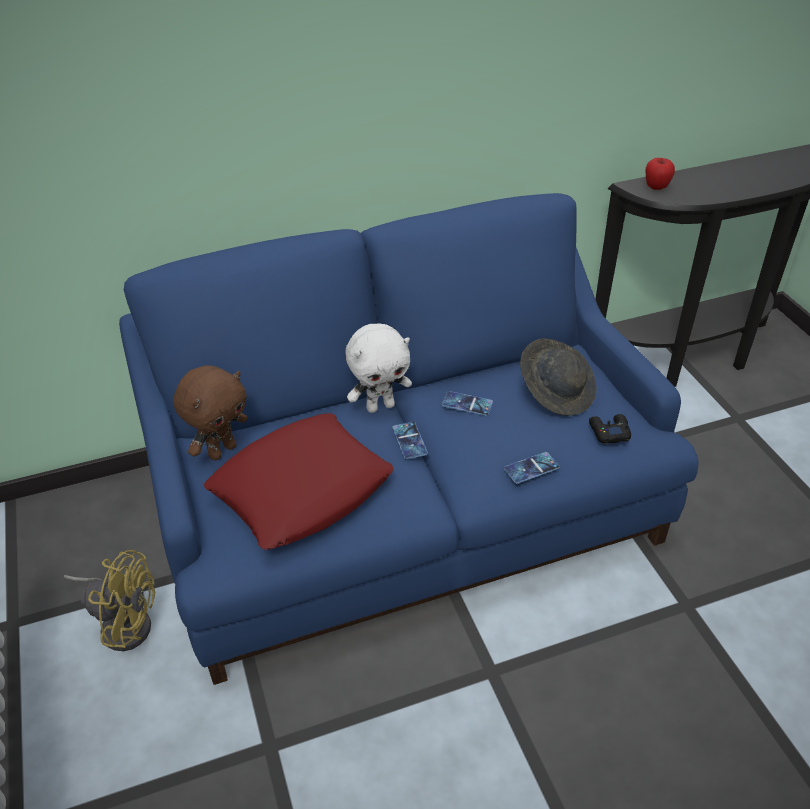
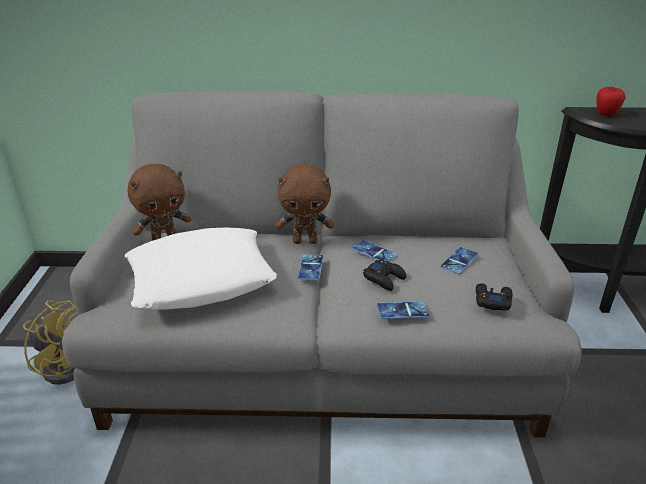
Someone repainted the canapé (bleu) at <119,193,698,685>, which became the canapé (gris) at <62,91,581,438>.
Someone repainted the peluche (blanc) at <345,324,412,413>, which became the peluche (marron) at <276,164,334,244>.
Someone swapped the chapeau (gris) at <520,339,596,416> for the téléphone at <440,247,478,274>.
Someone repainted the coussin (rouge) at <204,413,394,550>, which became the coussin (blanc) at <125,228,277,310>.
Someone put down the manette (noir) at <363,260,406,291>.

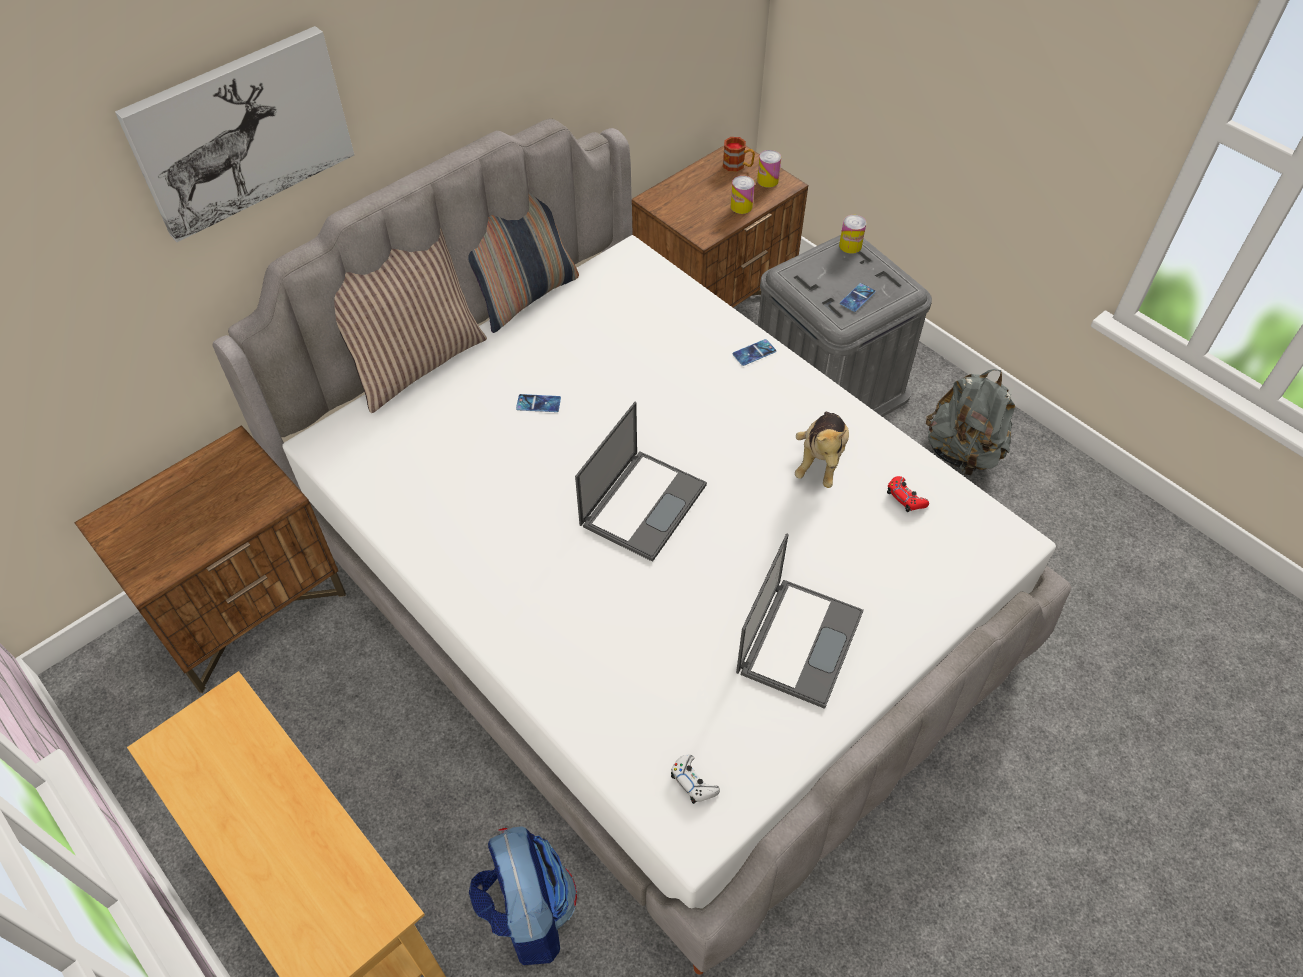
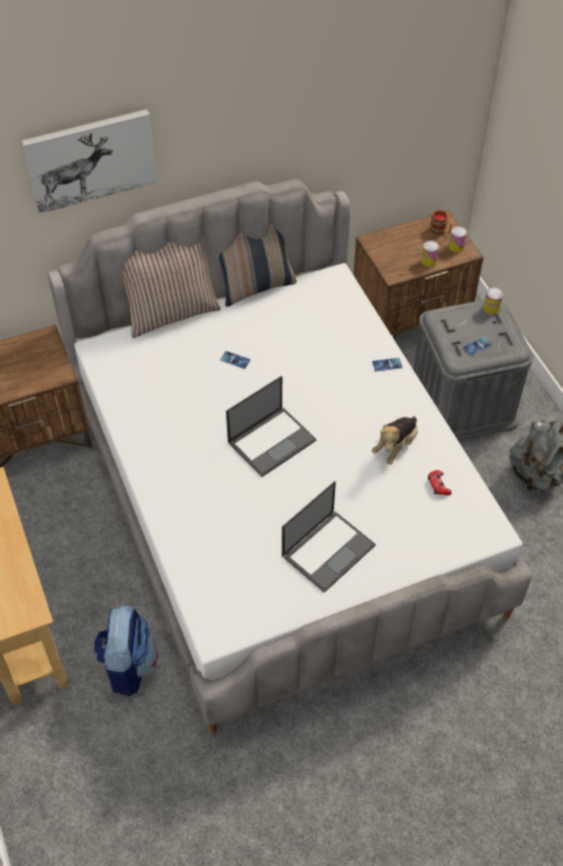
Someone took away the manette (blanc) at <671,755,720,804>.

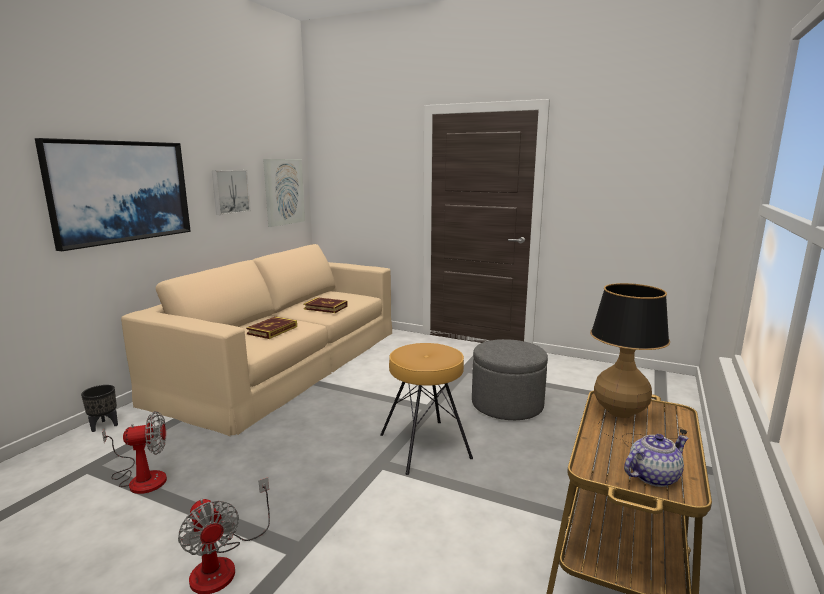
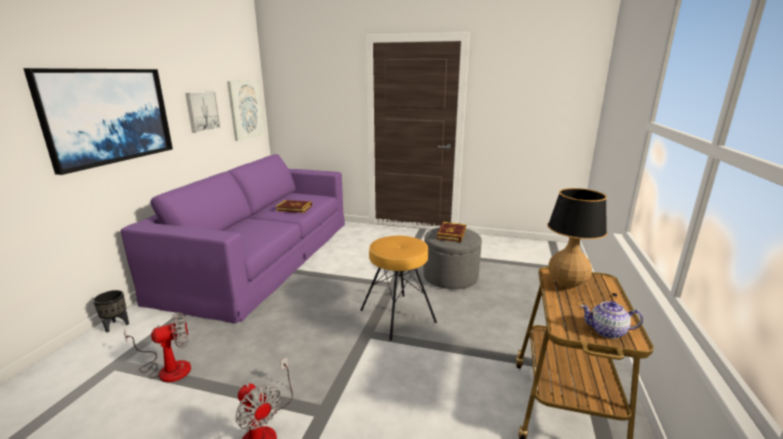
Someone repainted the canapé (beige) at <121,244,392,436>, which became the canapé (violet) at <121,154,345,324>.
Someone carried the livre from <246,316,297,339> to <437,222,466,242>.
Someone rotated the théière at <624,434,688,487> by 135 degrees counterclockwise.

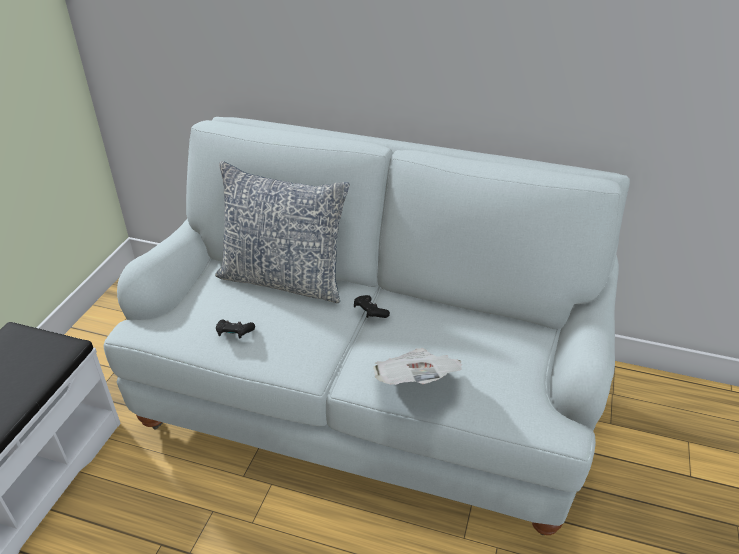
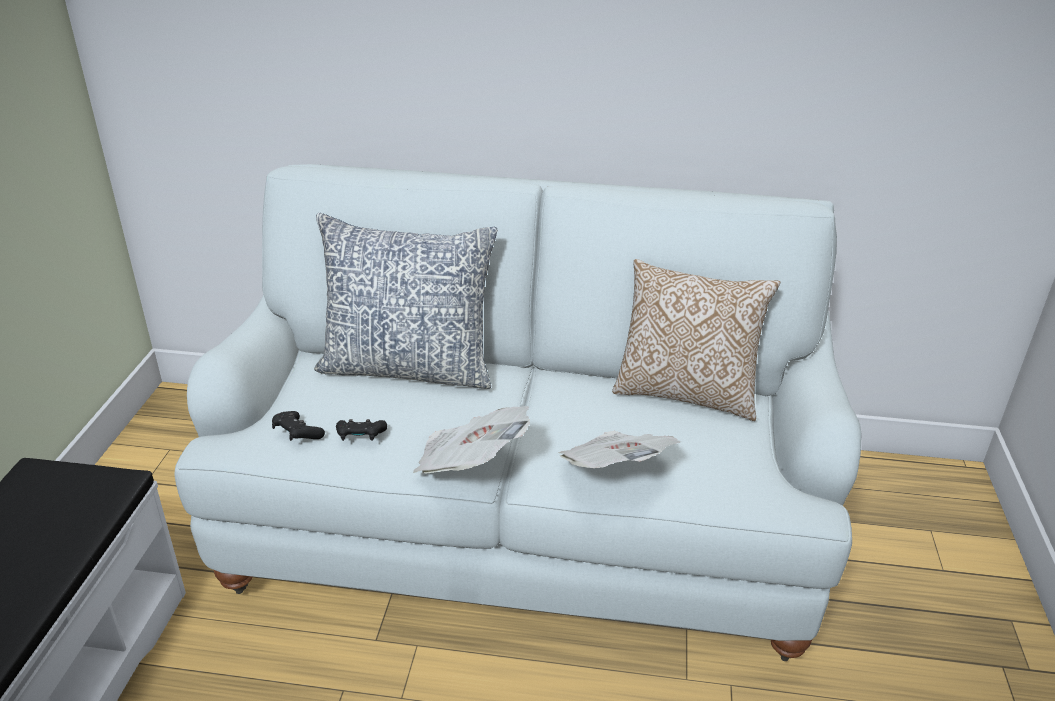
Someone carried the manette (noir) from <354,295,390,318> to <272,411,325,441>.
Someone put down the coussin at <612,259,780,421>.
Someone put down the journal at <413,406,530,473>.

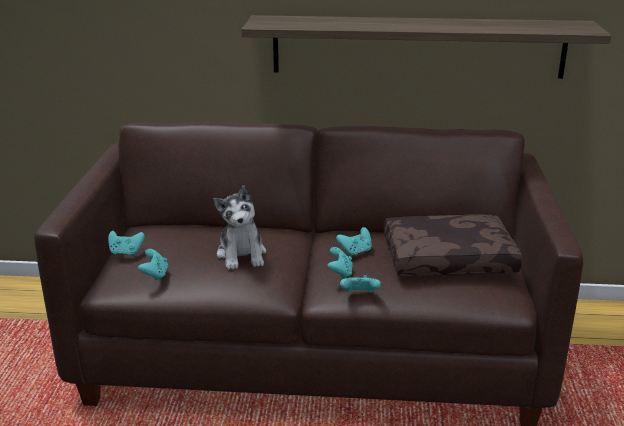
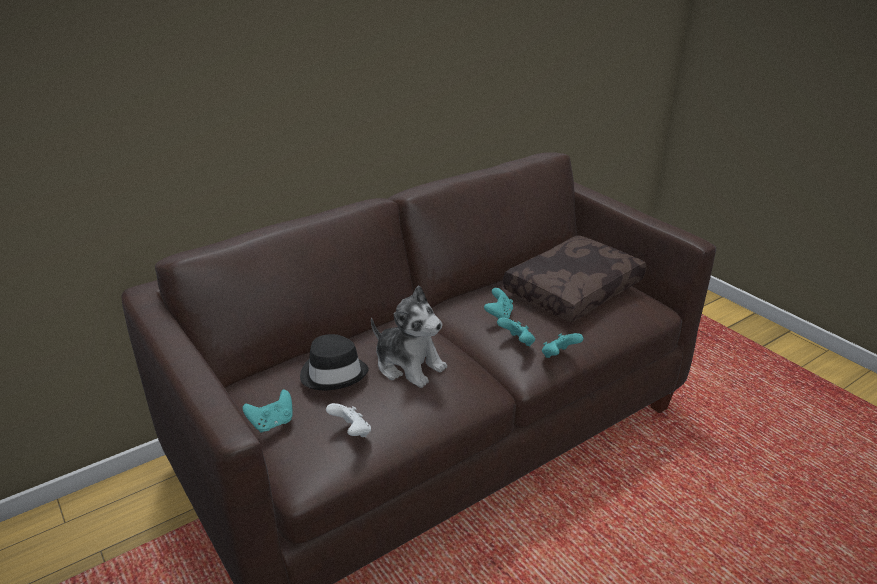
Someone took away the étagère at <242,15,611,79>.
Someone repainted the manette (turquoise) at <138,249,168,281>, which became the manette (blanc) at <326,403,371,437>.
Someone put down the chapeau (noir) at <300,334,368,390>.

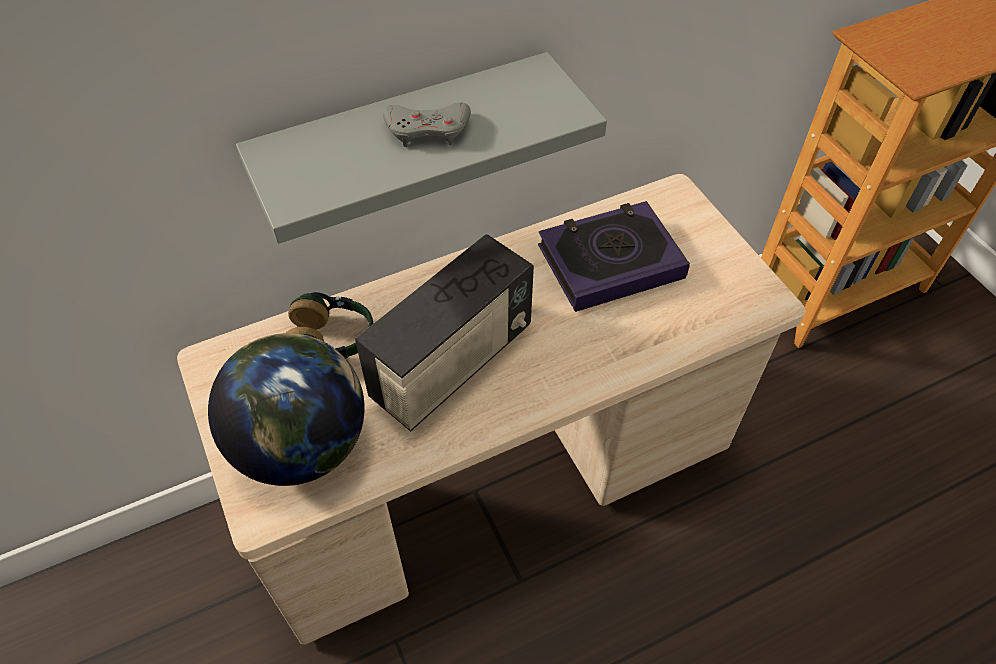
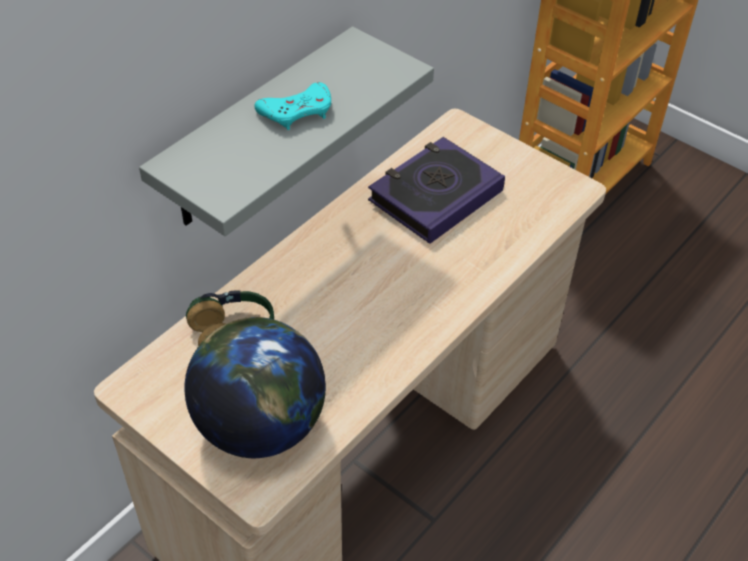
Someone repainted the manette (gris) at <383,103,471,147>, which became the manette (turquoise) at <255,82,331,130>.
Someone took away the radio at <355,234,534,431>.

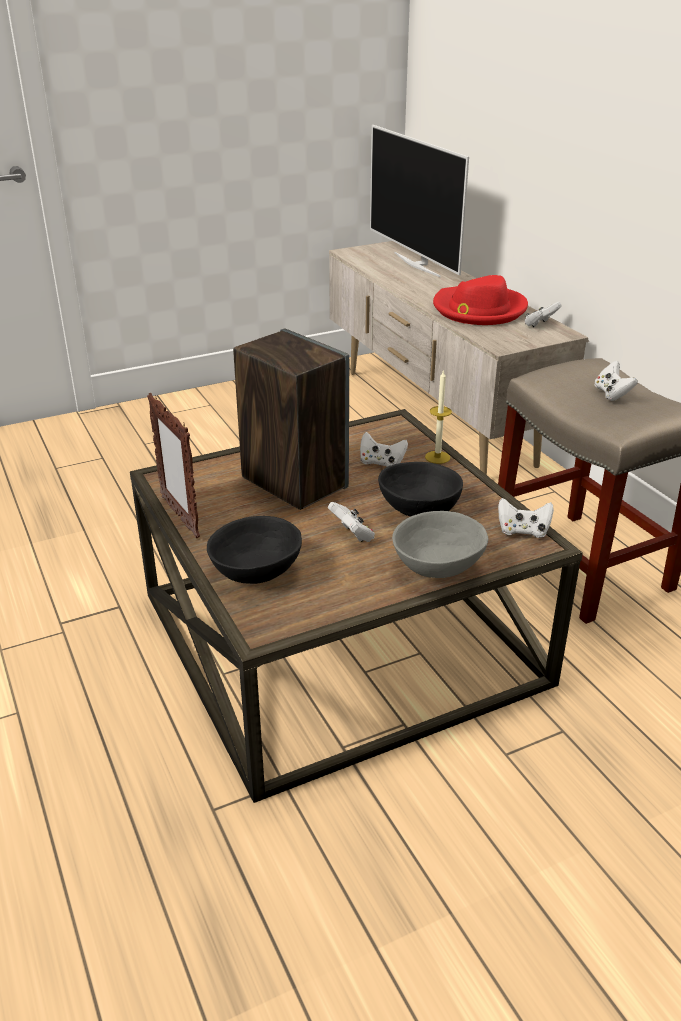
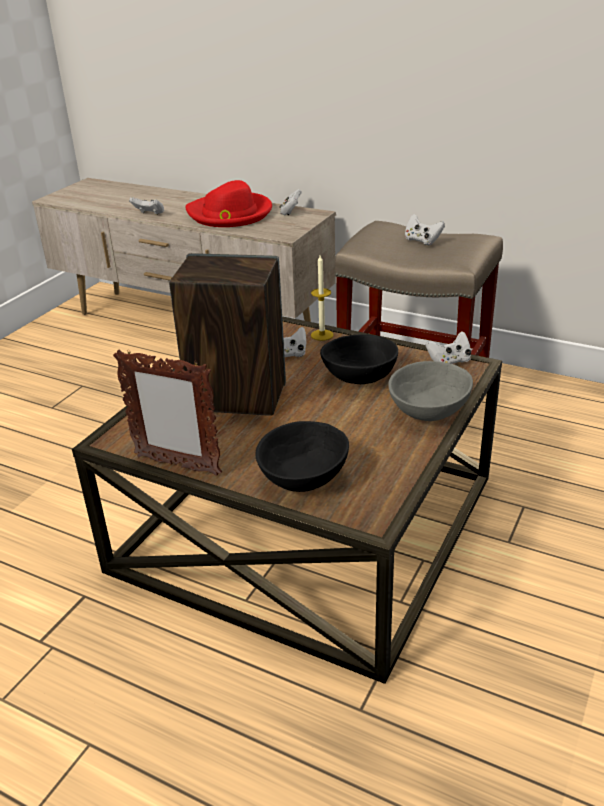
Someone took away the téléviseur at <370,125,469,277>.
Someone carried the manette (blanc) from <328,502,375,542> to <129,197,164,215>.

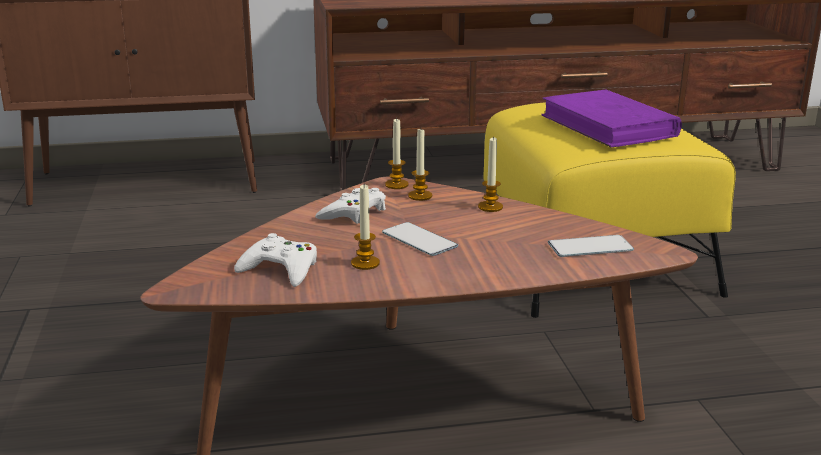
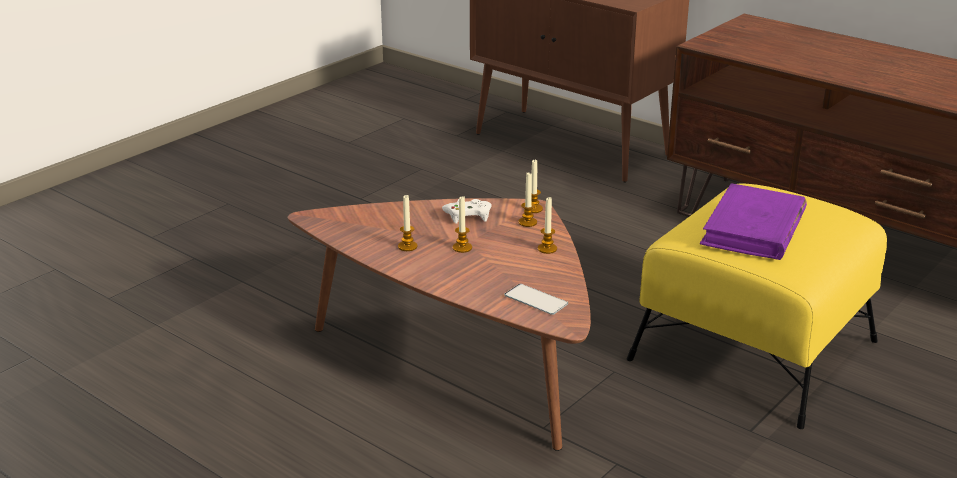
Someone swapped the téléphone at <382,222,458,256> for the bougie at <453,196,472,253>.
Someone took away the manette (blanc) at <234,233,317,287>.

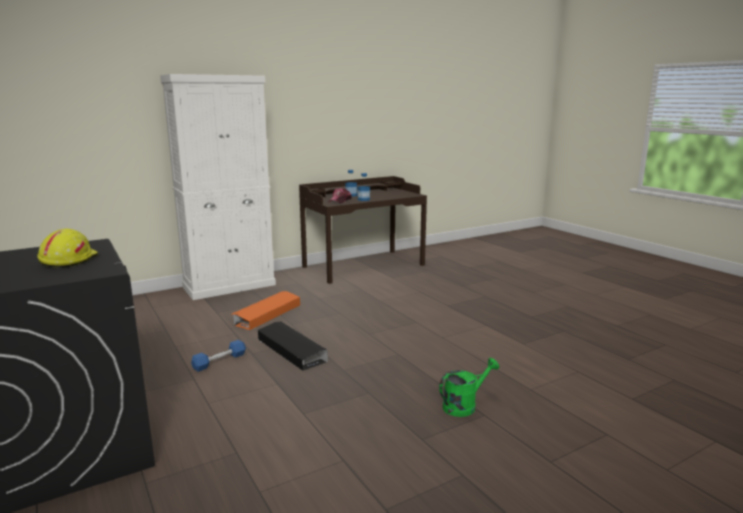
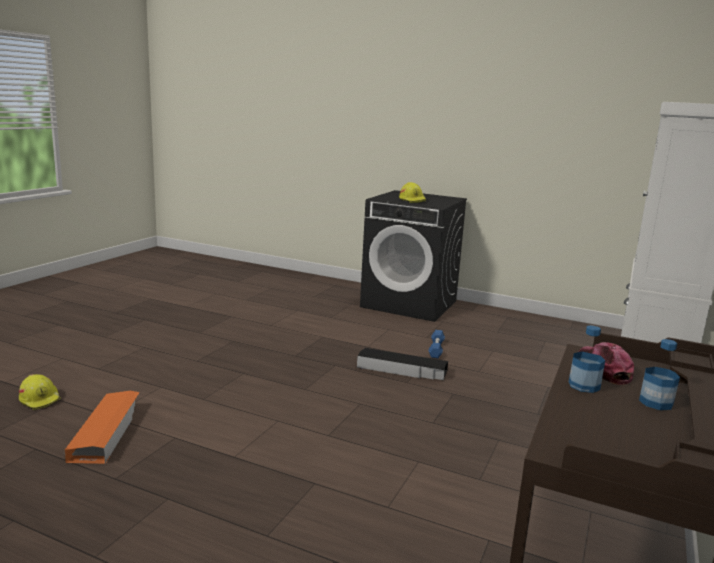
Someone carried the boîte de rangement (orange) from <232,291,300,330> to <65,391,140,464>.
Someone took away the arrosoir (vert) at <439,358,499,417>.
Someone put down the casque de chantier (jaune) at <19,374,61,410>.

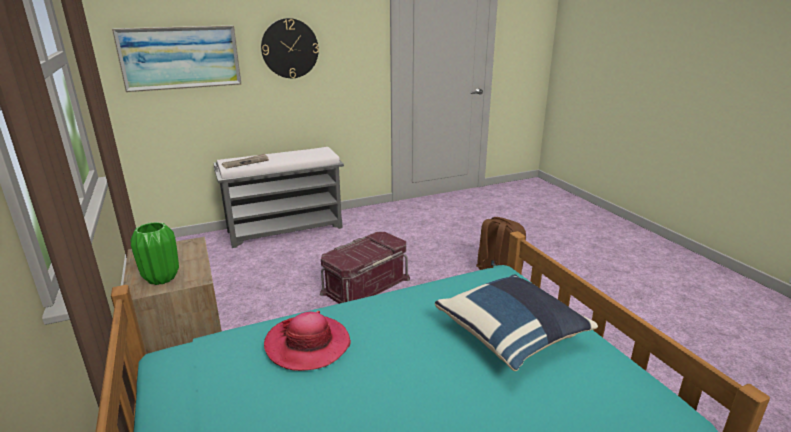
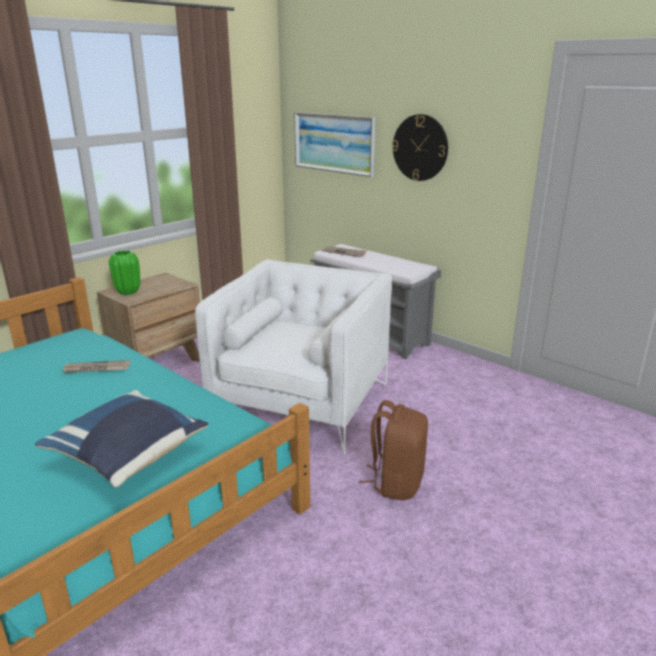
Someone swapped the boîte de rangement (rouge) at <320,232,410,304> for the fauteuil (blanc) at <195,259,392,455>.
Someone swapped the chapeau at <264,311,351,371> for the journal at <62,360,130,373>.

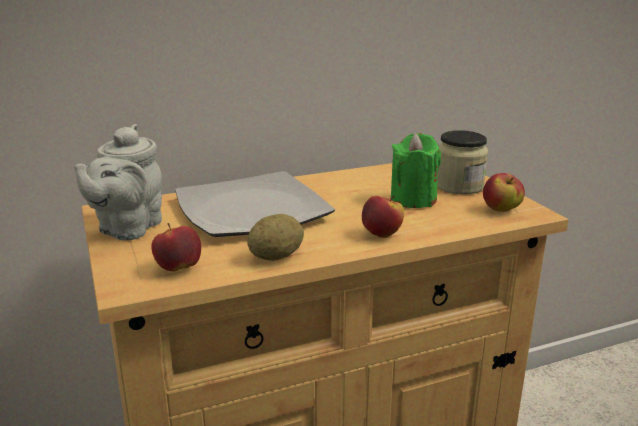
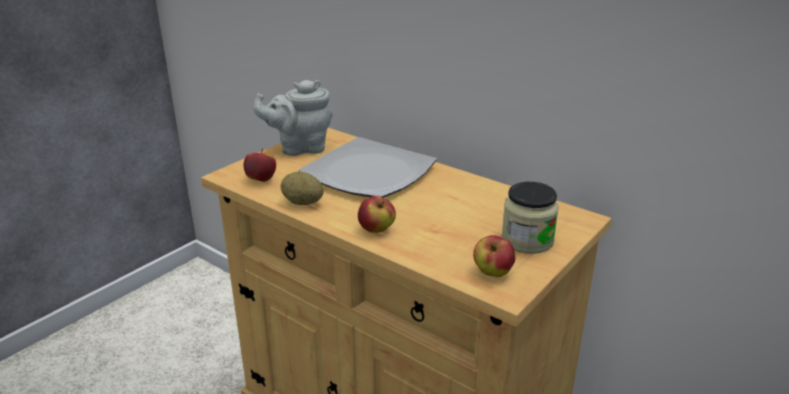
Someone took away the bougie (vert) at <391,133,441,208>.

